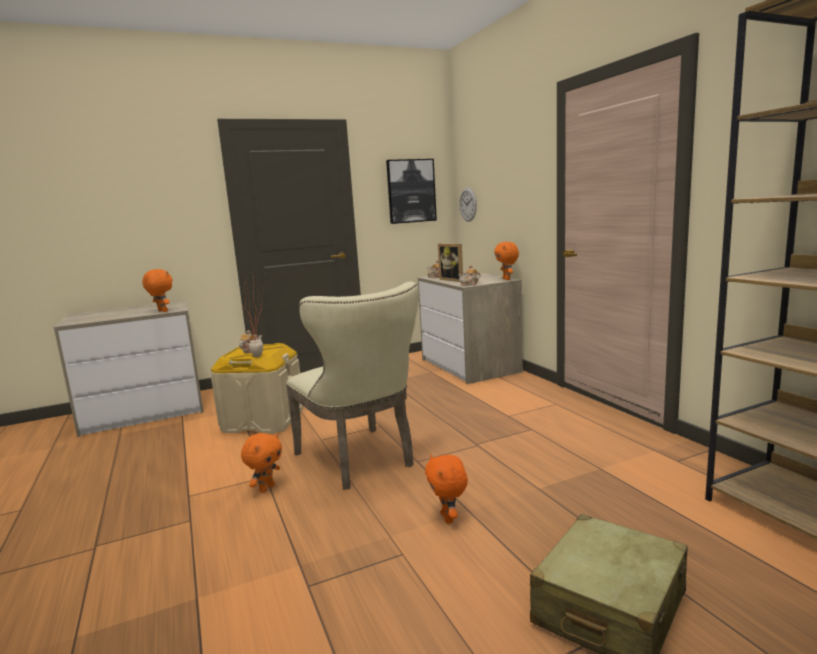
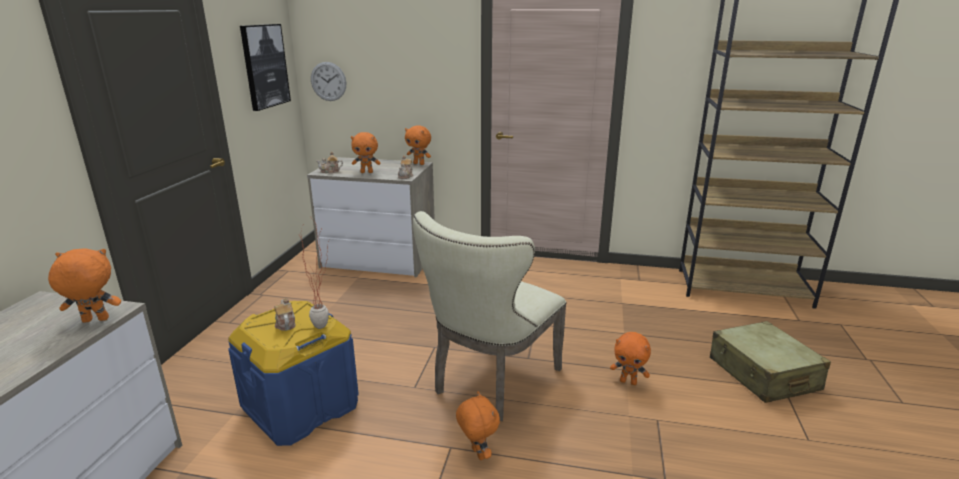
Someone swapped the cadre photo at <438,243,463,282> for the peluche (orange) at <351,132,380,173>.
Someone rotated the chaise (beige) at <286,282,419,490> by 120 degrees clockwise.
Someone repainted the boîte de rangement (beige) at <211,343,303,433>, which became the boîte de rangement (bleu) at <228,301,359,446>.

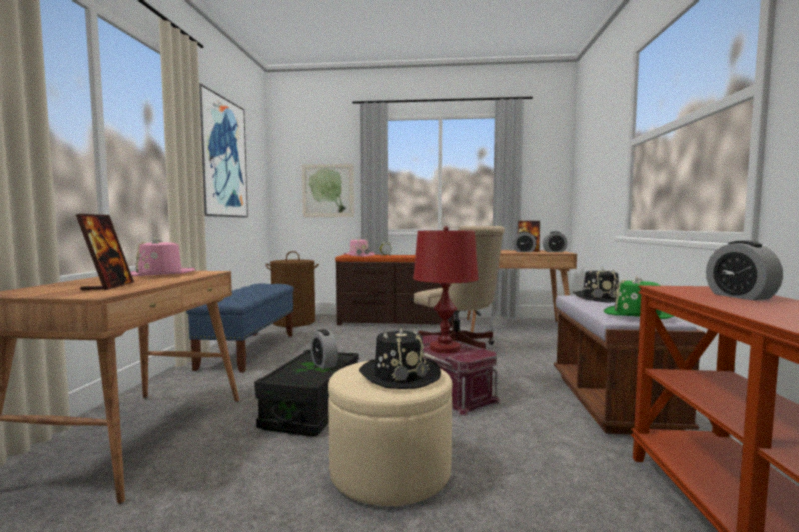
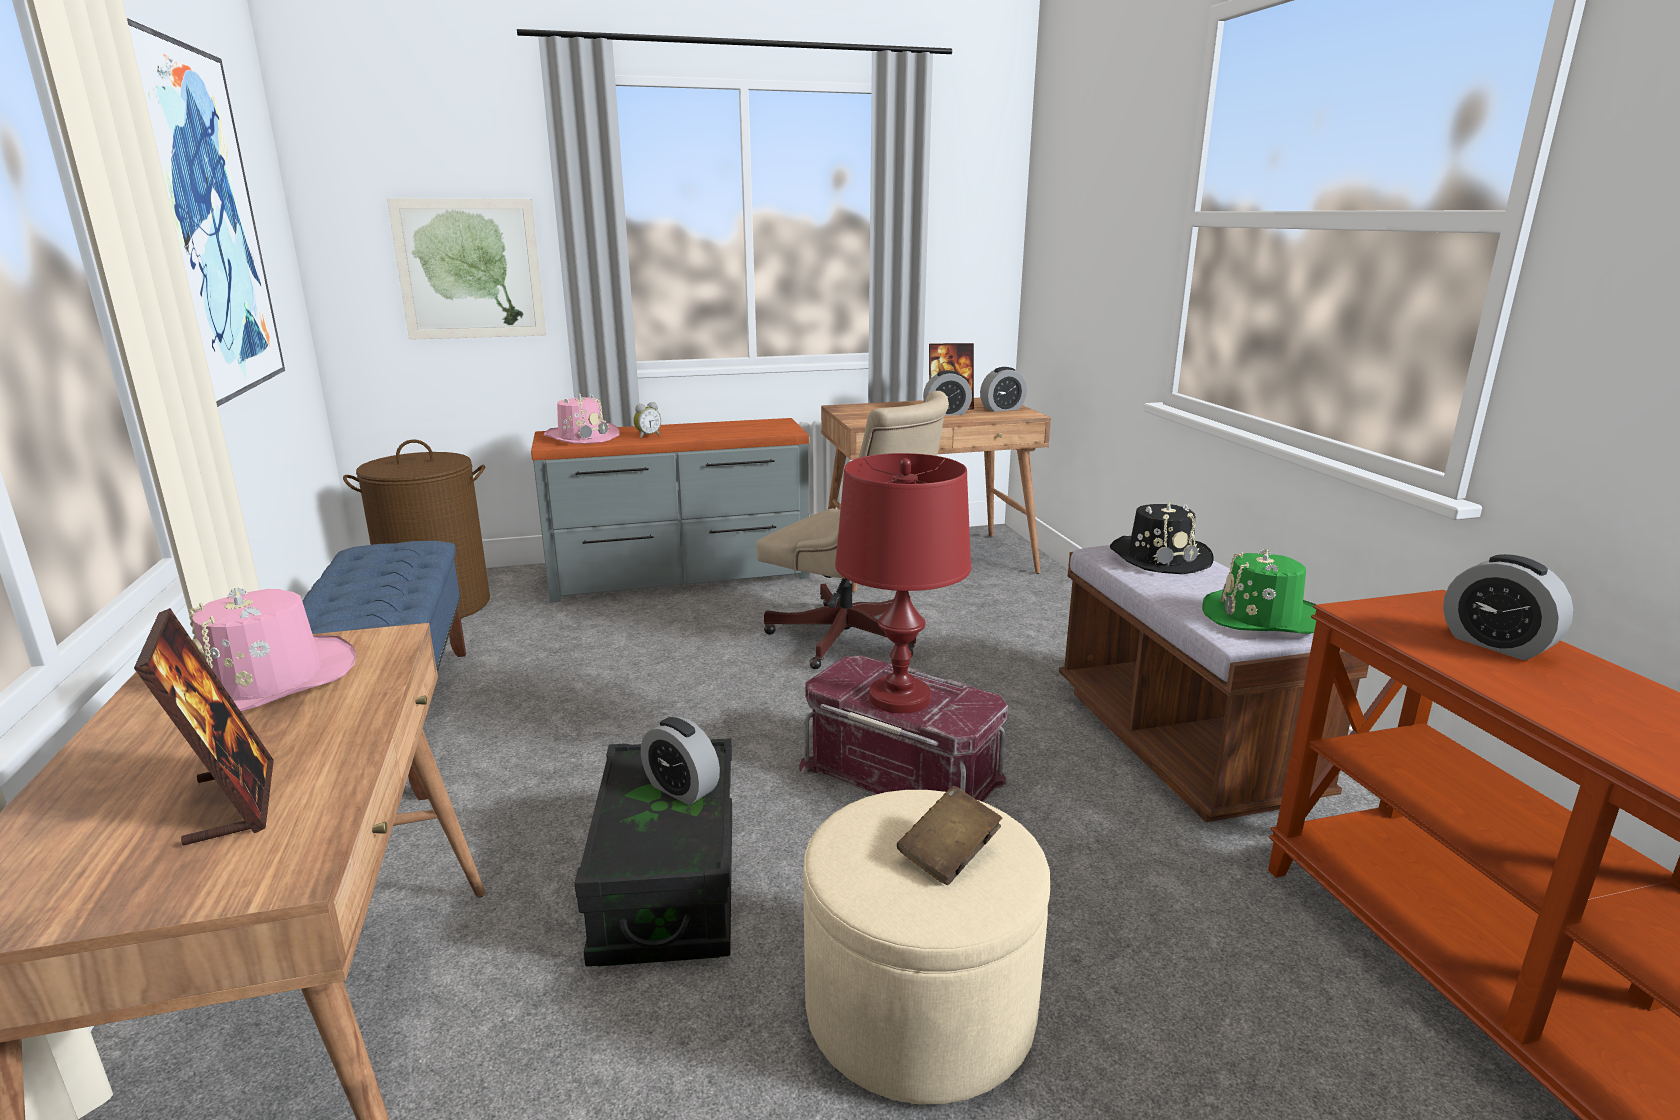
Someone repainted the commode (marron) at <335,255,455,328>, which became the commode (gris) at <531,418,810,603>.
Someone swapped the chapeau (noir) at <359,328,441,389> for the livre (marron) at <897,786,1003,885>.

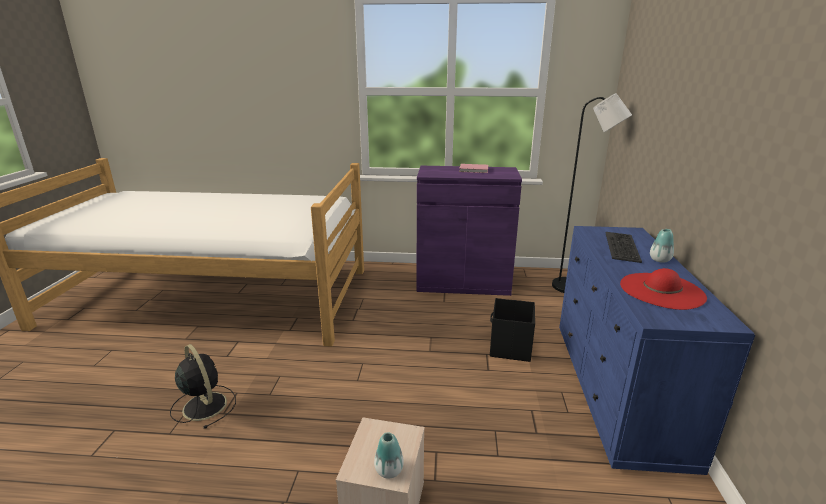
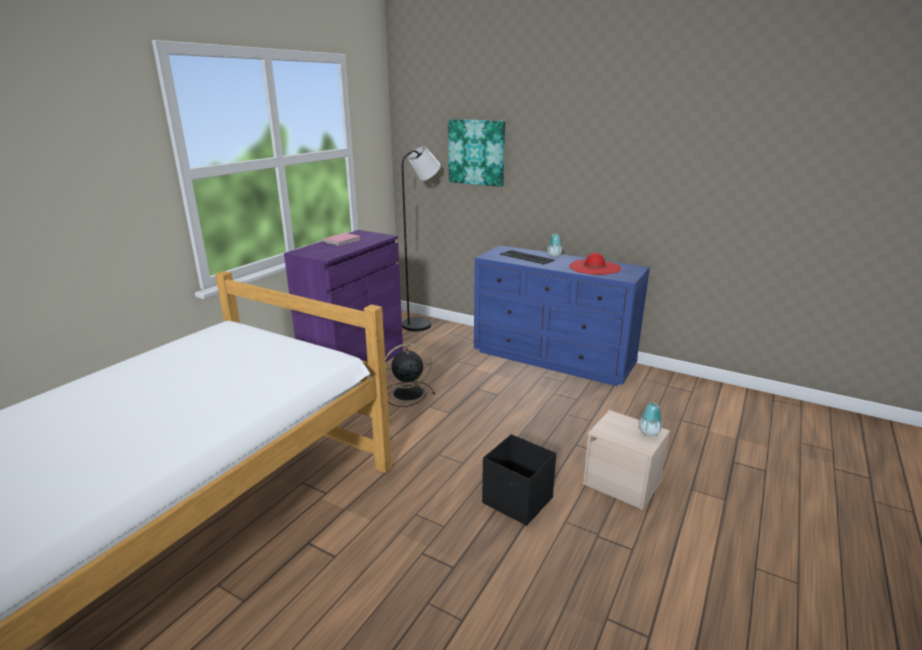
Someone carried the boîte de rangement (noir) from <490,298,535,362> to <482,434,556,526>.
Someone carried the ventilateur (noir) from <170,344,236,429> to <385,343,435,407>.
Someone put up the tableau at <448,119,505,187>.

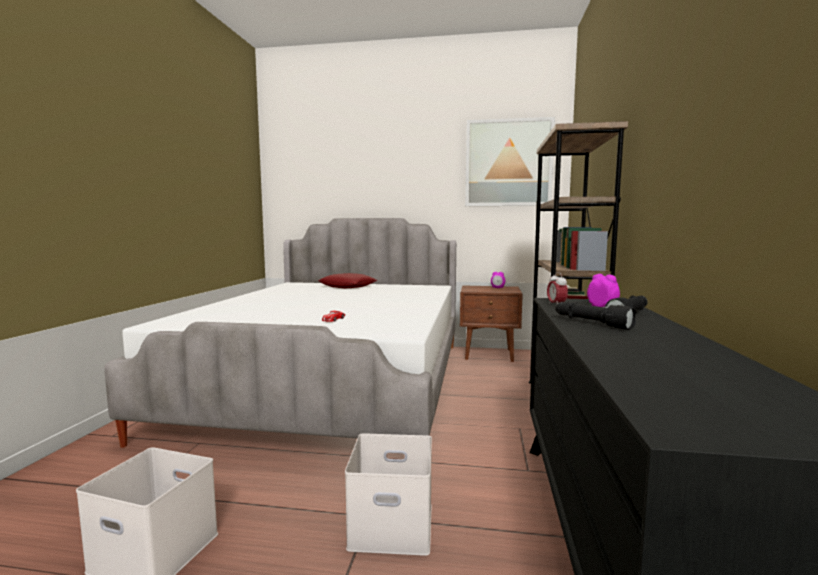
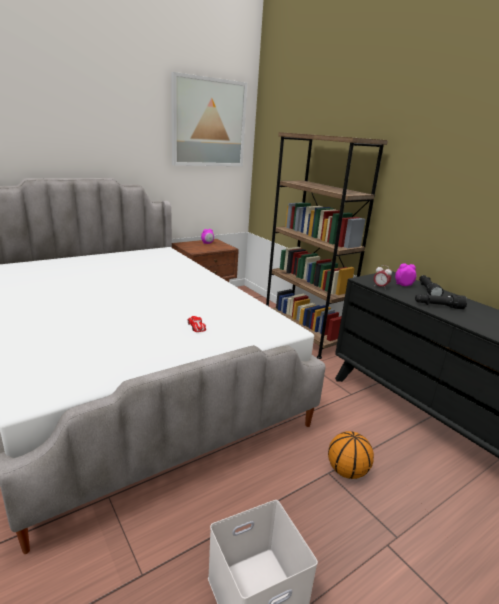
Someone took away the coussin (rouge) at <318,273,377,289>.
Someone swapped the boîte de rangement (blanc) at <345,433,432,556> for the ballon de basket at <328,431,374,479>.

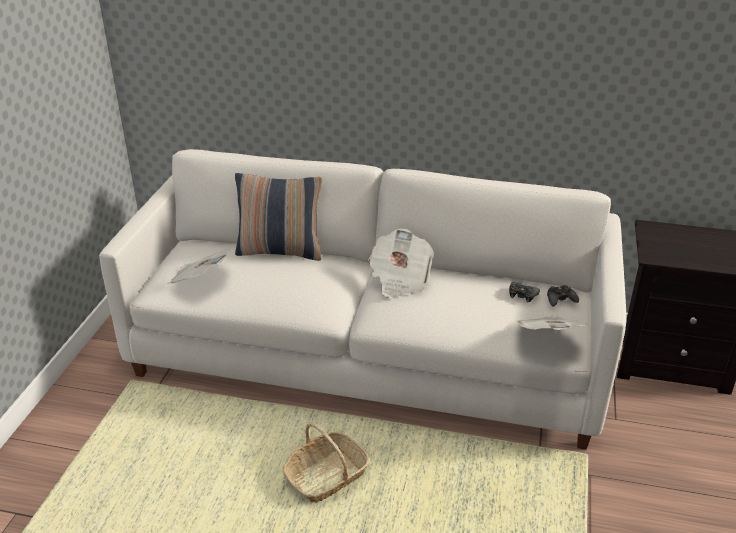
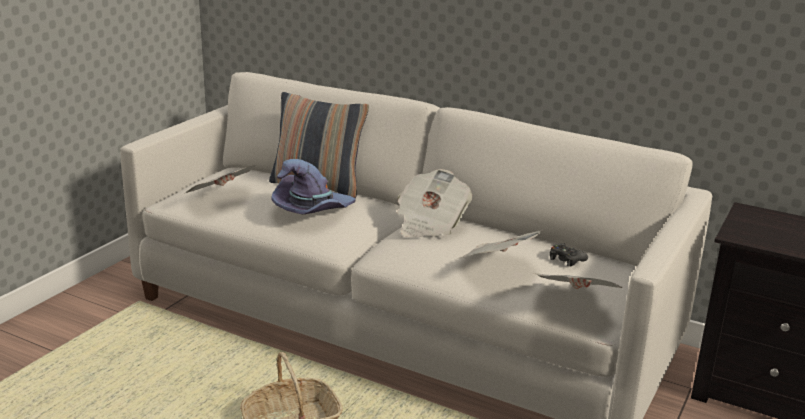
Someone took away the manette (noir) at <547,285,579,306>.
Someone put down the chapeau (violet) at <272,159,356,214>.
Someone put down the journal at <457,230,541,259>.

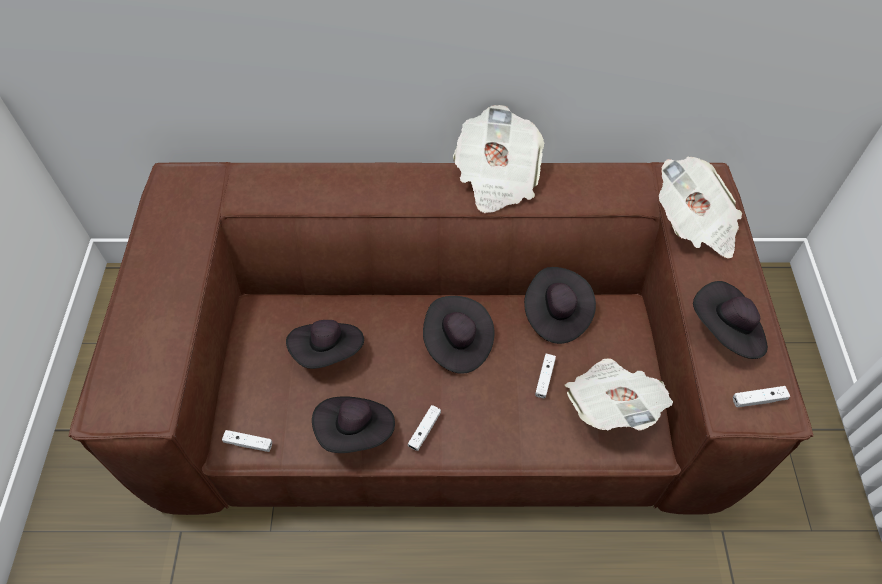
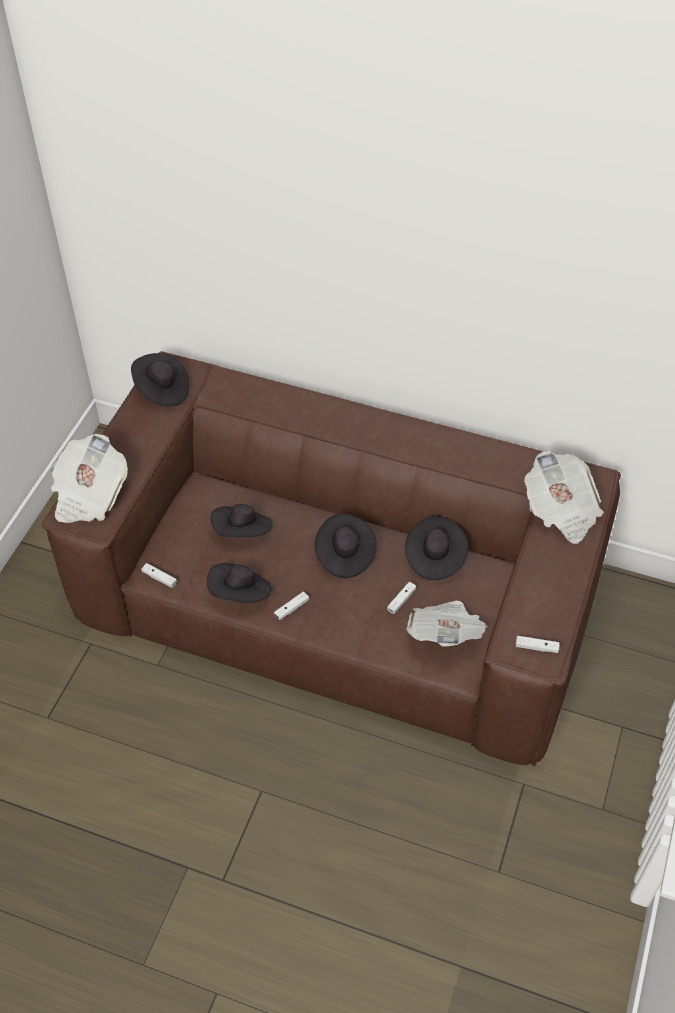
Someone carried the journal from <453,105,544,213> to <51,434,128,523>.
Someone carried the chapeau (noir) from <693,281,768,359> to <131,353,189,406>.

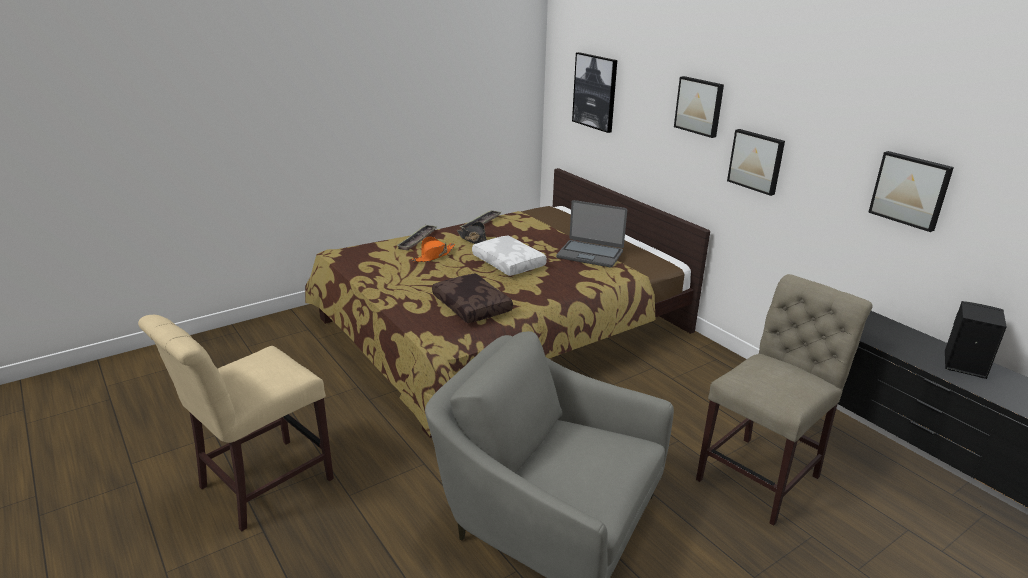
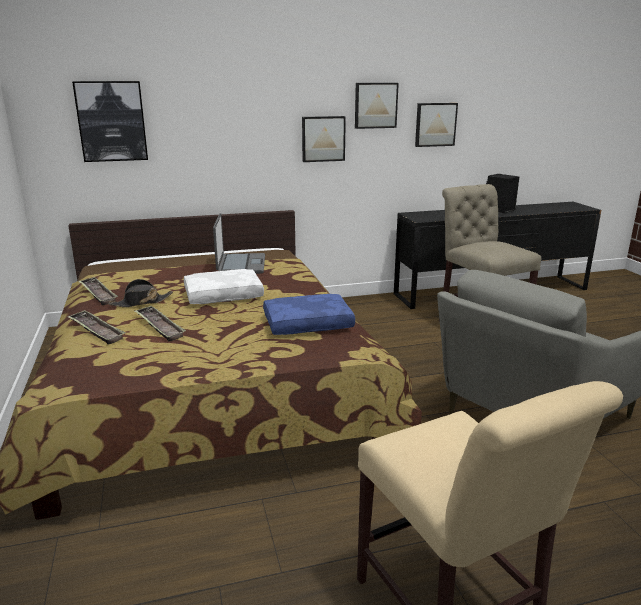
Someone carried the tableau from <674,76,724,138> to <355,83,399,129>.
Someone rotated the ordinateur portable at <556,200,627,268> by 45 degrees counterclockwise.
Someone swapped the chapeau (orange) at <412,237,455,262> for the plateau at <134,306,186,342>.
Someone repainted the coussin (marron) at <432,273,513,323>, which became the coussin (bleu) at <263,294,355,335>.

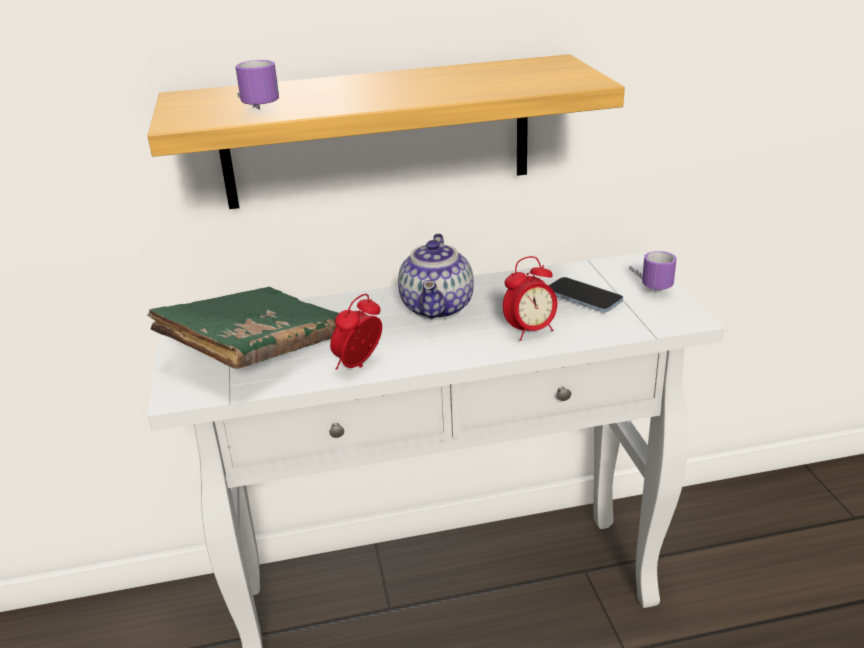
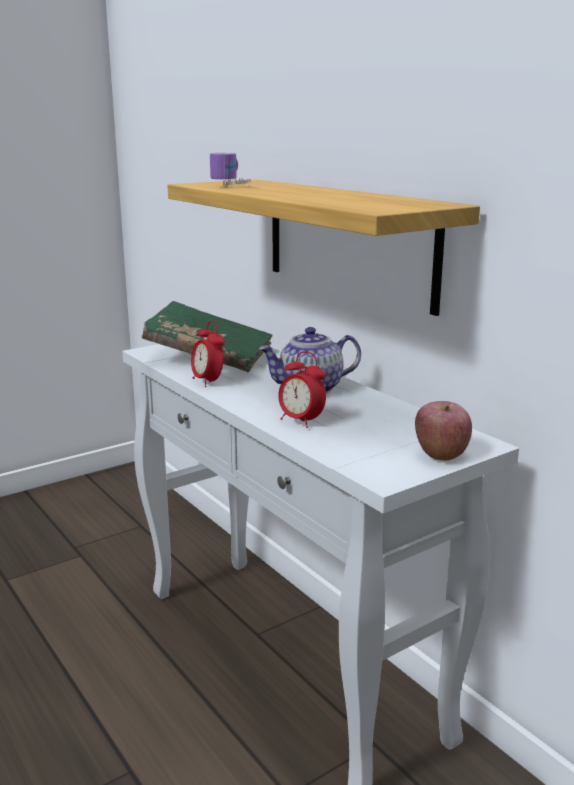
Someone swapped the mug at <629,251,677,291> for the pomme at <415,401,472,461>.
Someone took away the téléphone at <549,277,623,312>.
Someone rotated the réveil at <330,294,382,370> by 135 degrees counterclockwise.

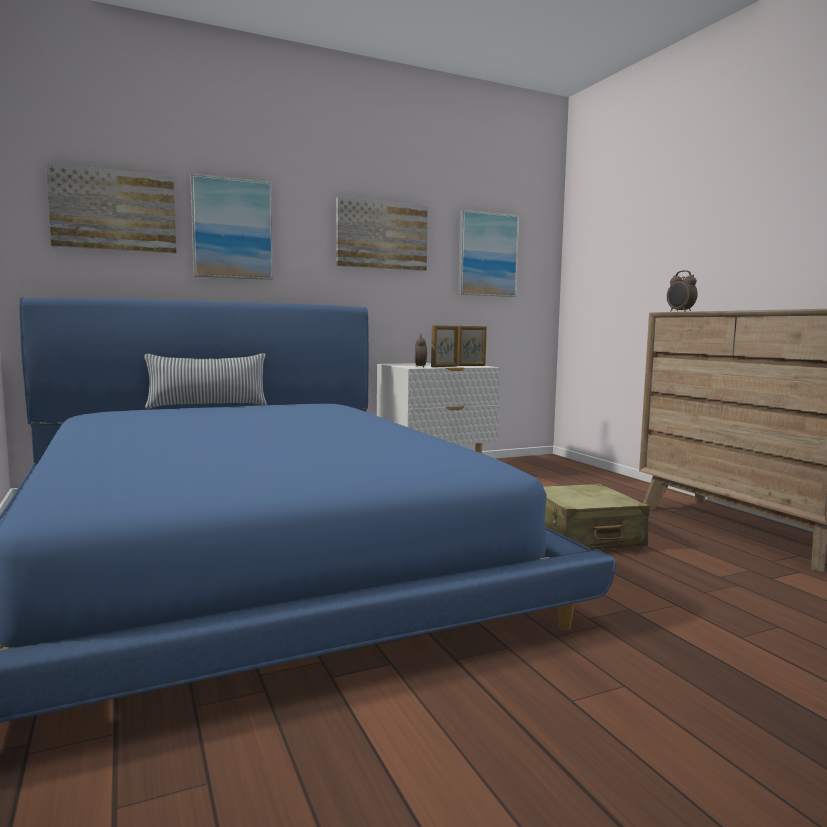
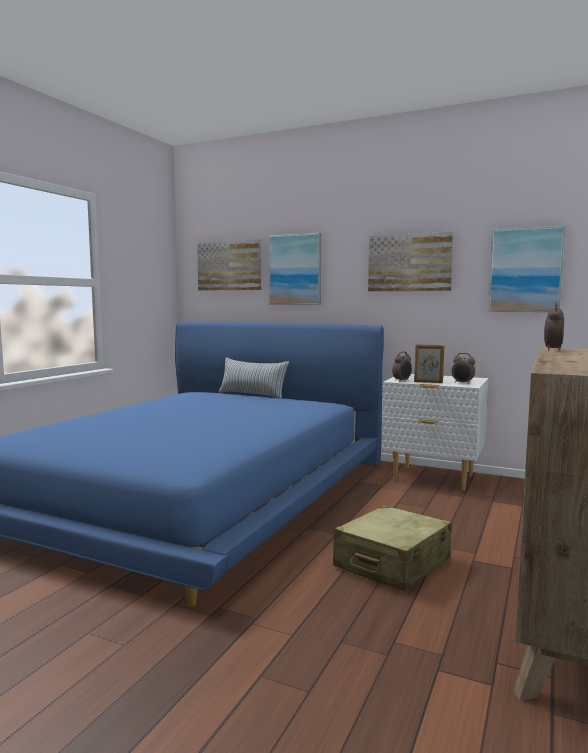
Someone swapped the cadre photo at <458,326,487,366> for the réveil at <452,353,475,384>.

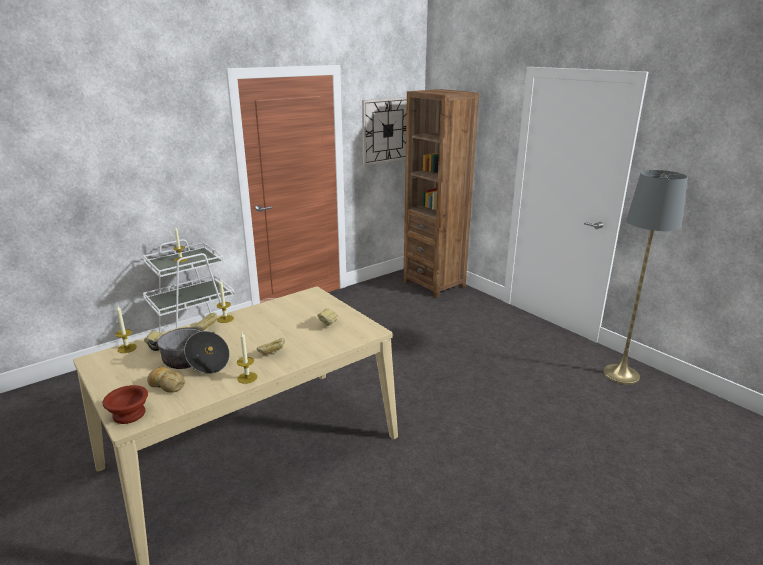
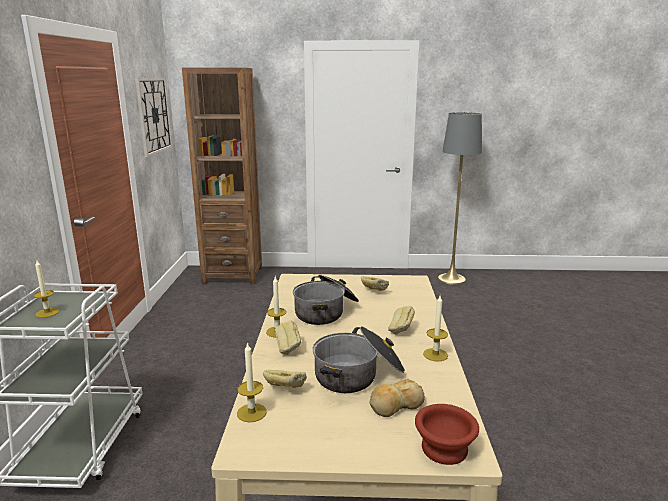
Someone put down the marmite at <293,275,359,325>.

